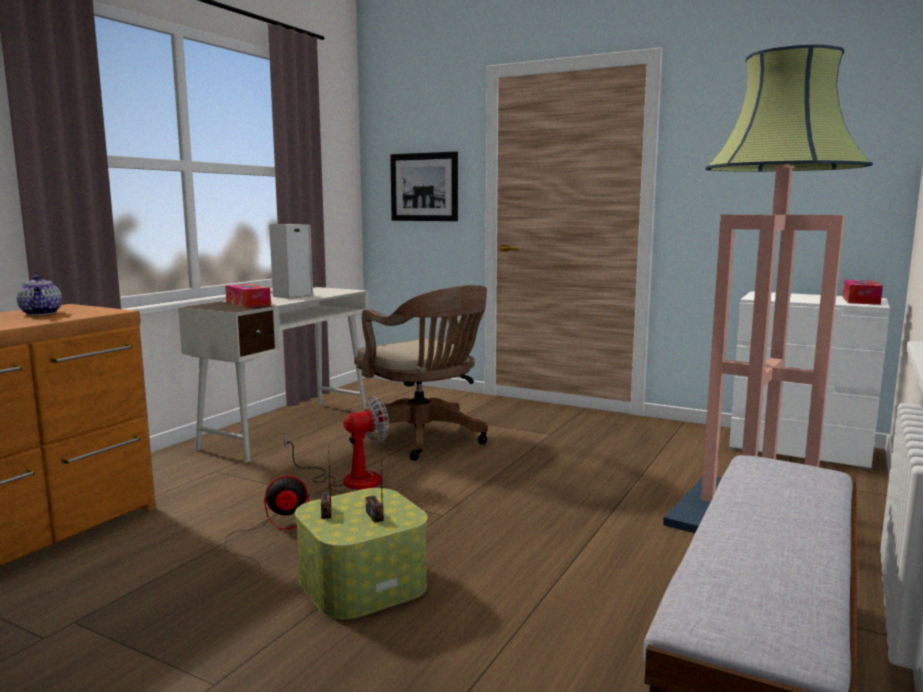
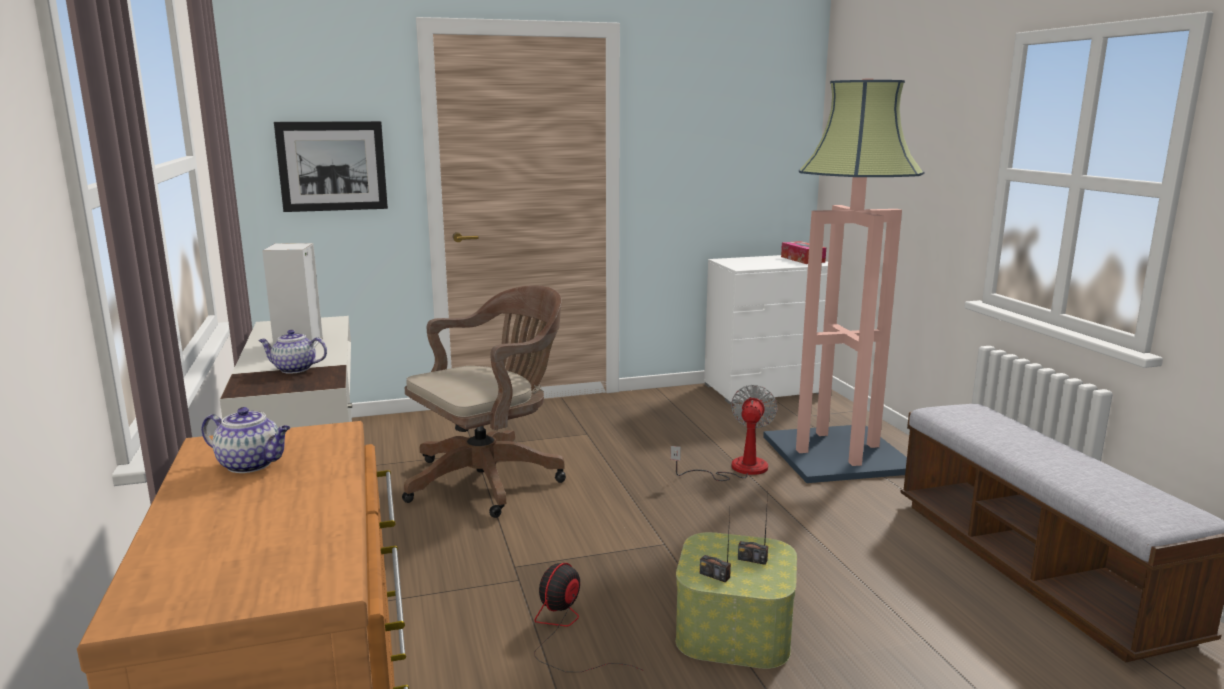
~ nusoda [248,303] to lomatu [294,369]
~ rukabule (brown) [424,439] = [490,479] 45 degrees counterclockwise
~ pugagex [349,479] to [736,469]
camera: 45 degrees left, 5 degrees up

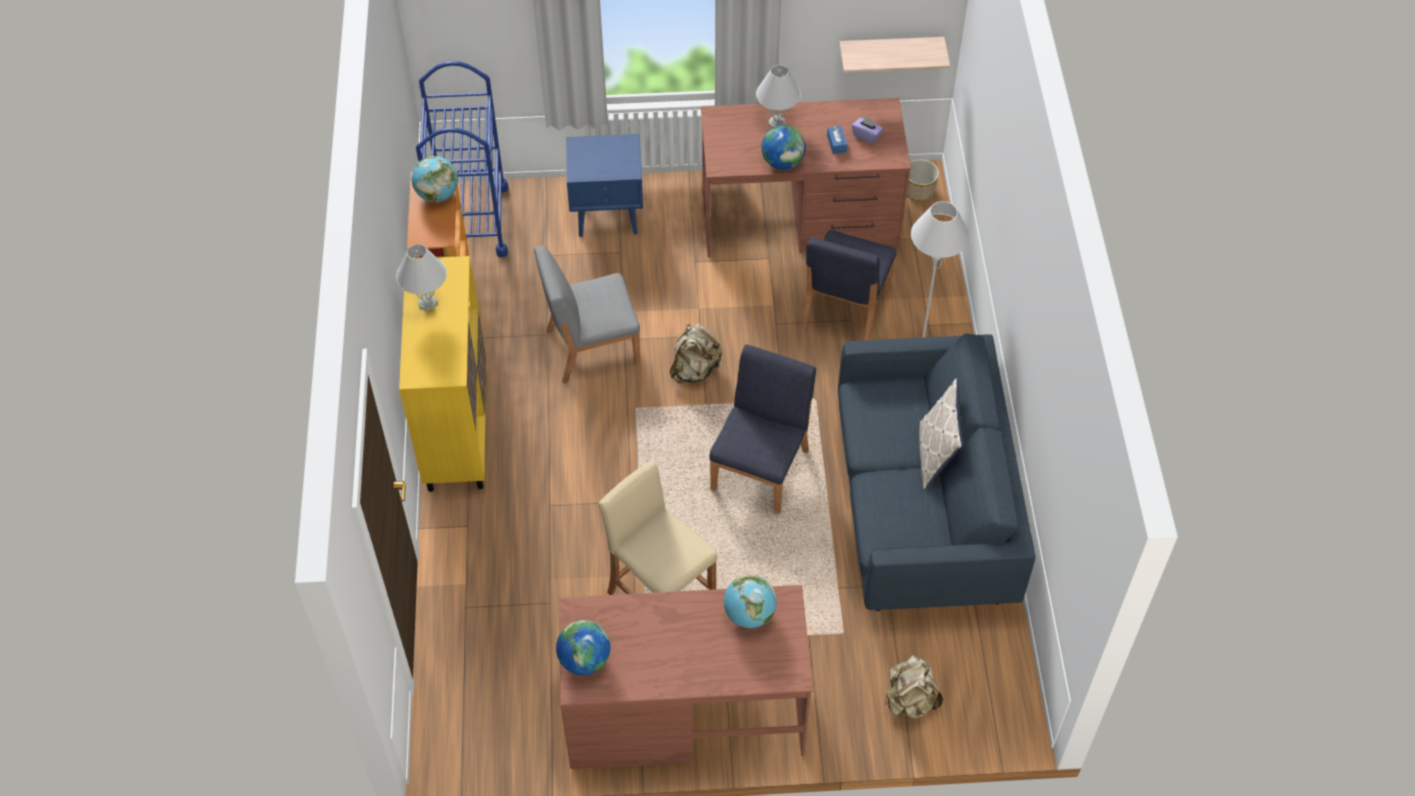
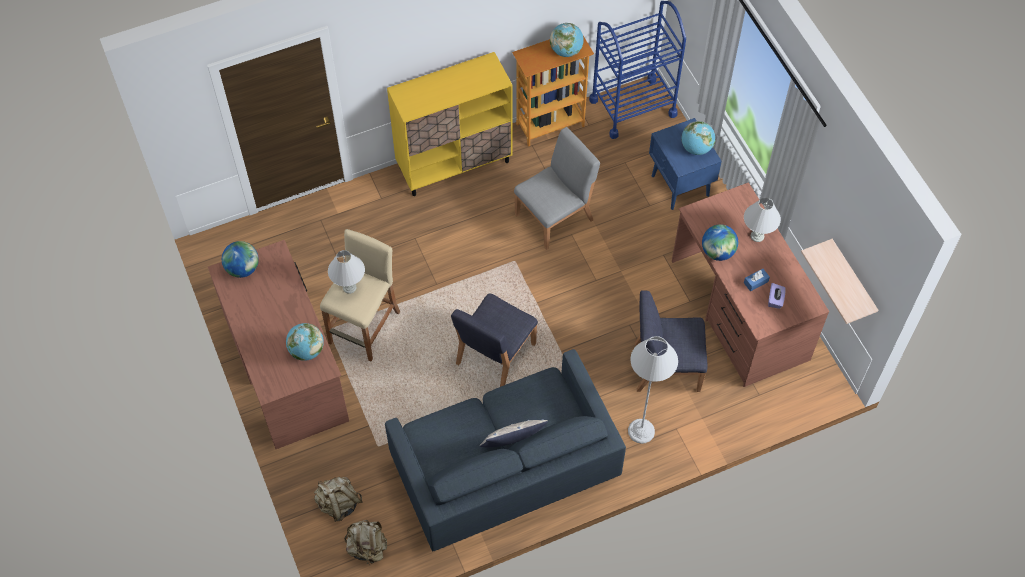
~ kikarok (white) [427,303] to [349,287]
~ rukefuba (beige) [695,369] to [367,548]
~ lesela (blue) [761,469] = [495,354] 120 degrees clockwise
~ lesela (grey) [591,347] = [555,217] 90 degrees clockwise
+ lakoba [696,148]
- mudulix [919,191]
camera: 70 degrees right, 5 degrees up

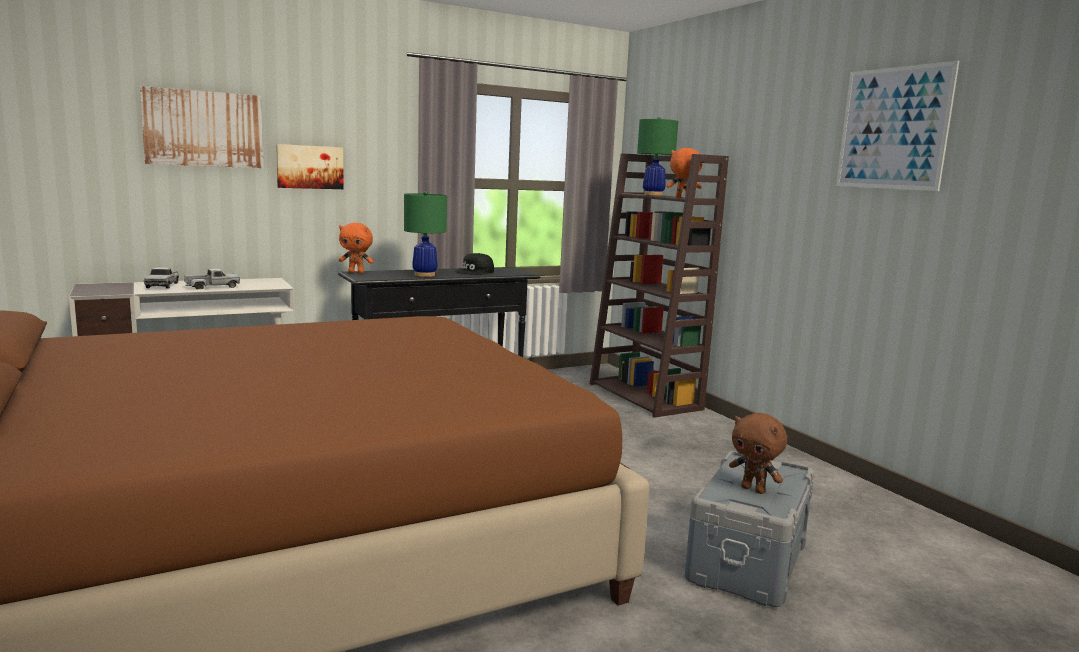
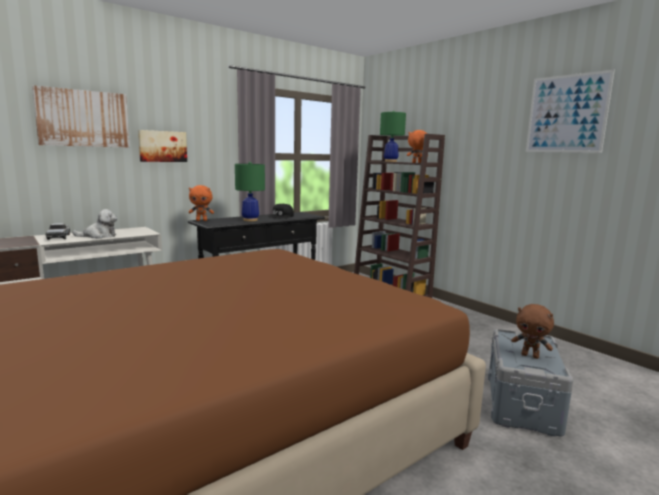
~ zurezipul [212,287] to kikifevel [99,236]
camera: 10 degrees left, 0 degrees up

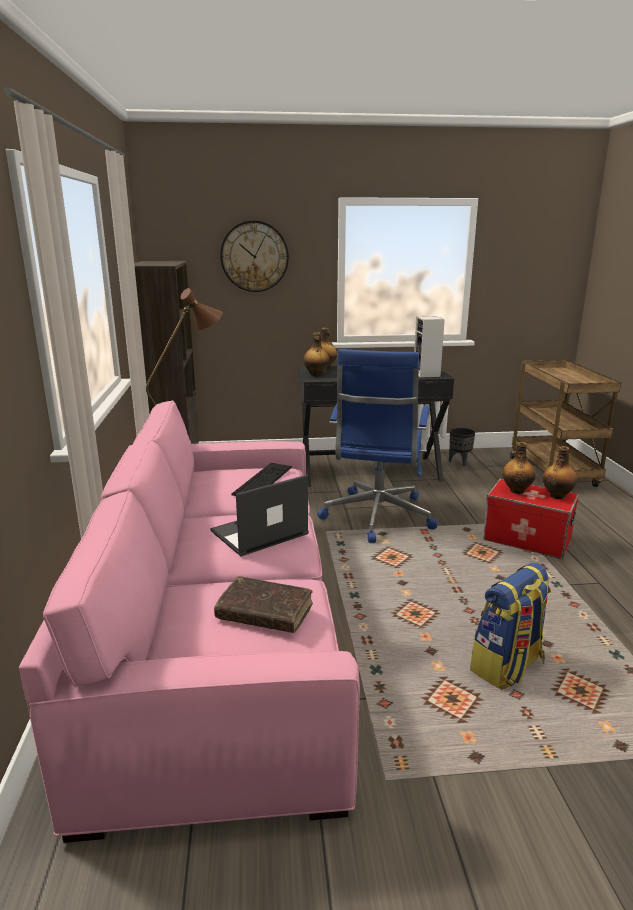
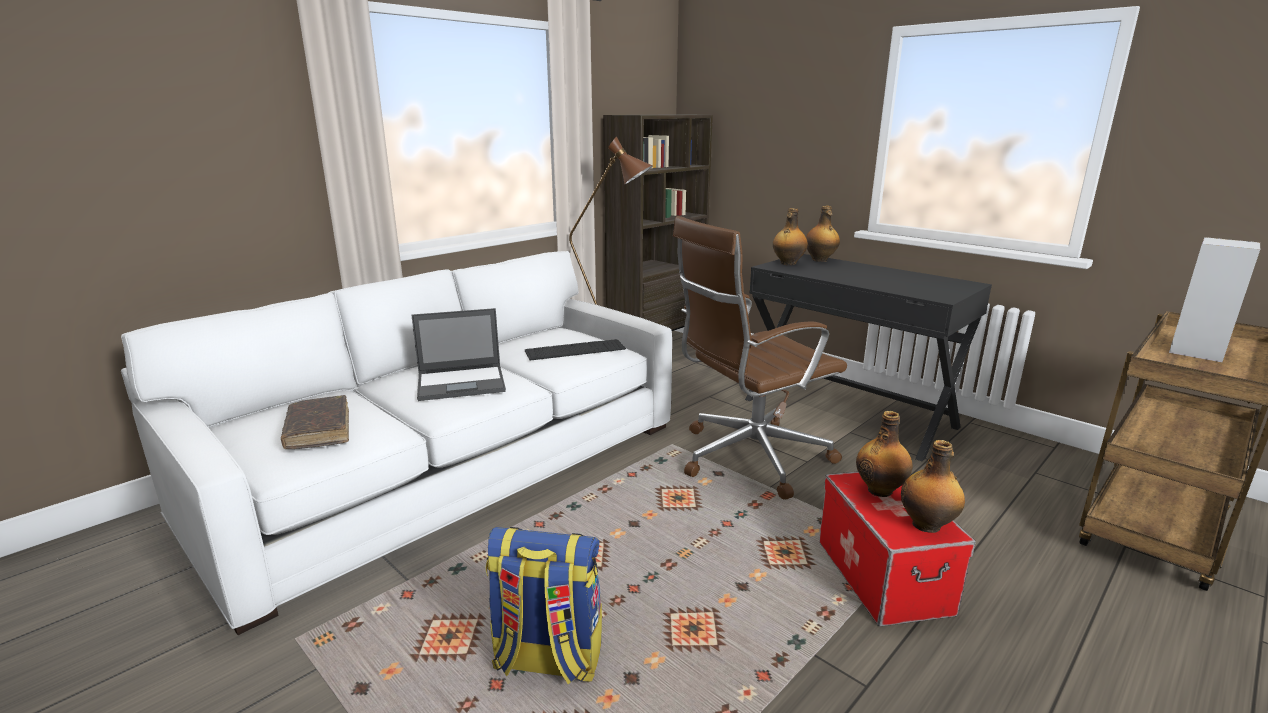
~ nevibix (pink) [224,626] to nevibix (white) [451,468]
~ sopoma [258,533] = [462,383] 150 degrees clockwise
~ rukabule (blue) [377,517] to rukabule (brown) [749,458]
~ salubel [427,374] to [1197,352]
- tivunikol [254,256]
- mudulix (black) [459,462]
camera: 50 degrees right, 0 degrees up

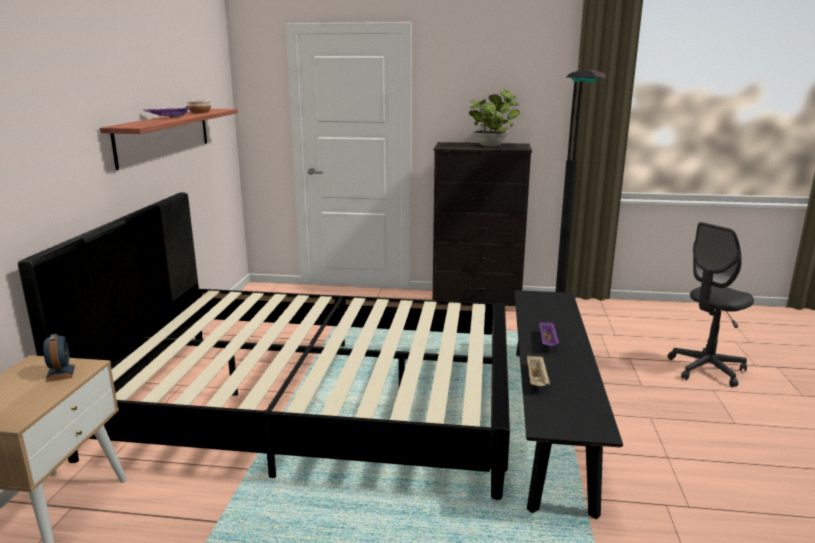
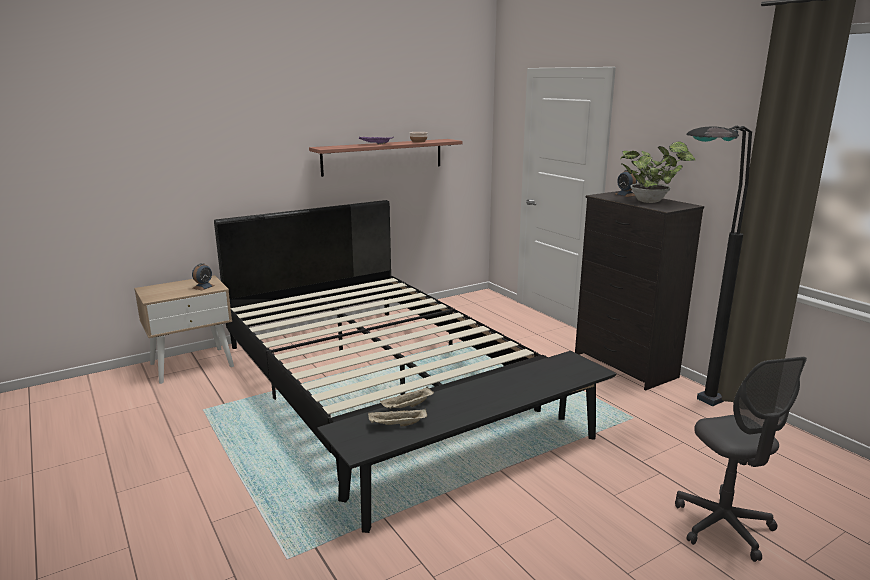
+ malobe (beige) [397,425]
+ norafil [625,194]
~ rukabule (grey) [706,369] = [723,527] 120 degrees counterclockwise
- malobe (purple) [548,342]
camera: 50 degrees right, 0 degrees up

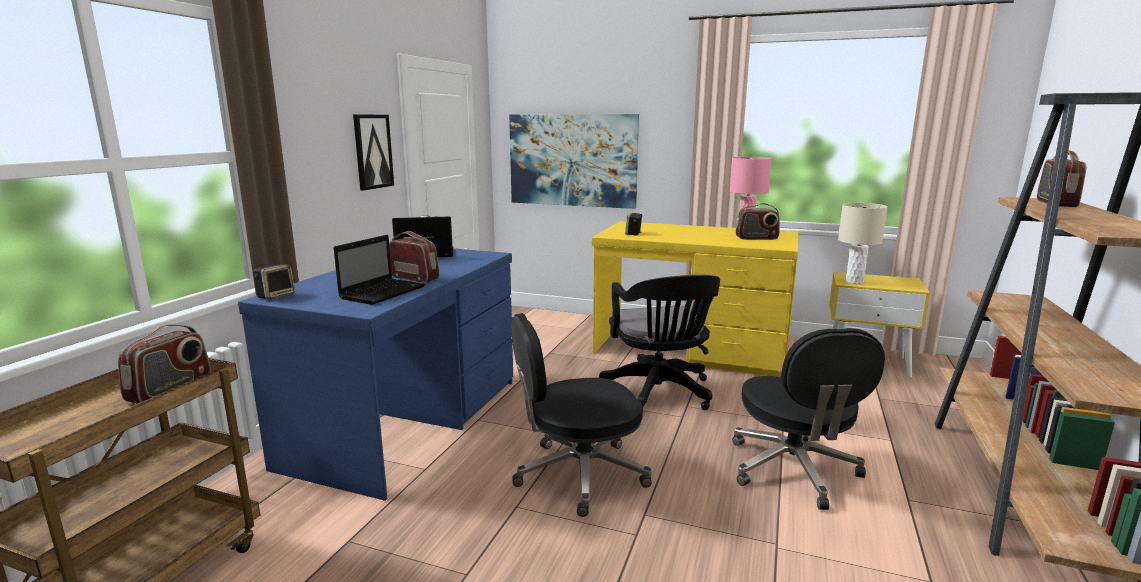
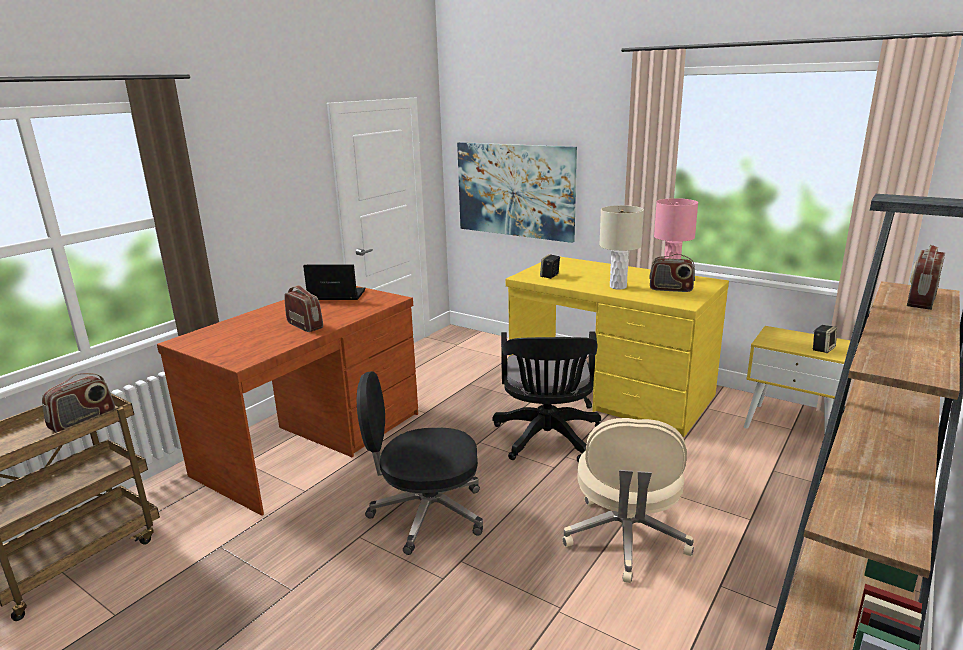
~ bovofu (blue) [408,421] to bovofu (brown) [313,443]
~ rukabule (black) [794,471] to rukabule (beige) [625,538]
~ kikarok (beige) [854,282] to [618,287]
~ salubel [276,296] to [822,349]
- sopoma [383,292]
- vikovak [372,151]
camera: 15 degrees right, 5 degrees up

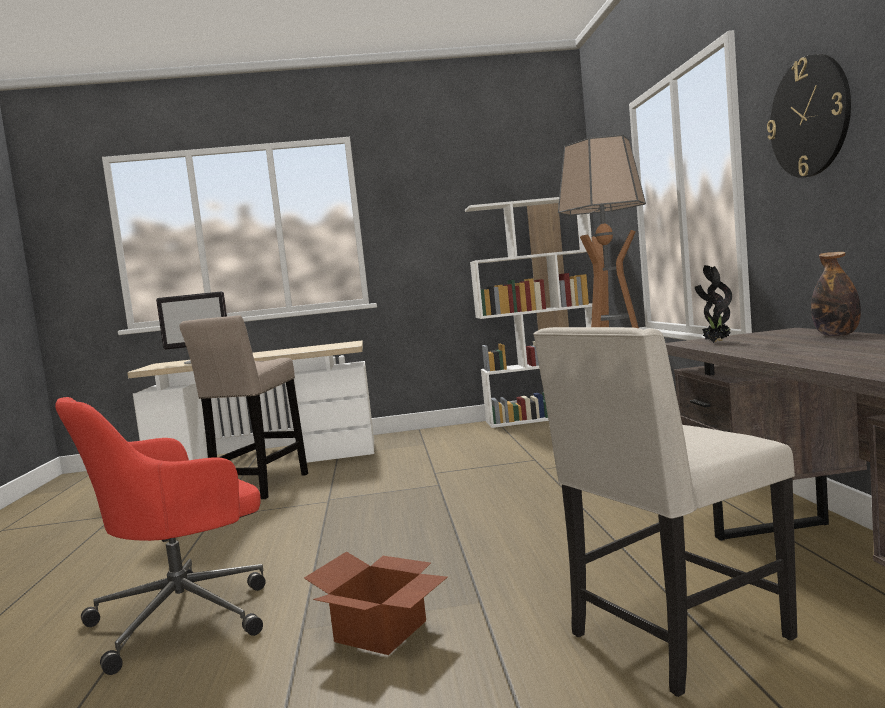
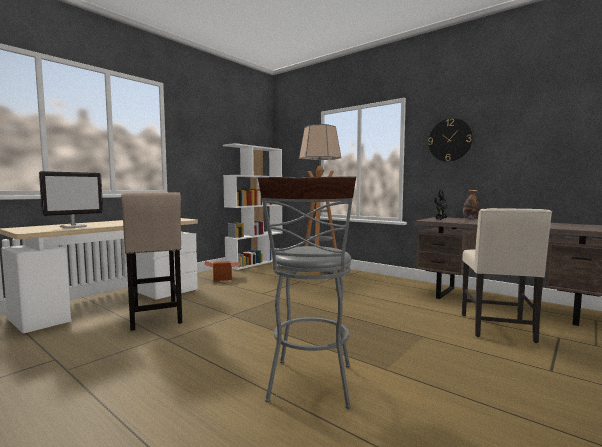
~ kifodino [382,632] to [223,278]
~ rukabule (red) [186,616] to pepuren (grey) [310,387]
camera: 45 degrees left, 0 degrees up

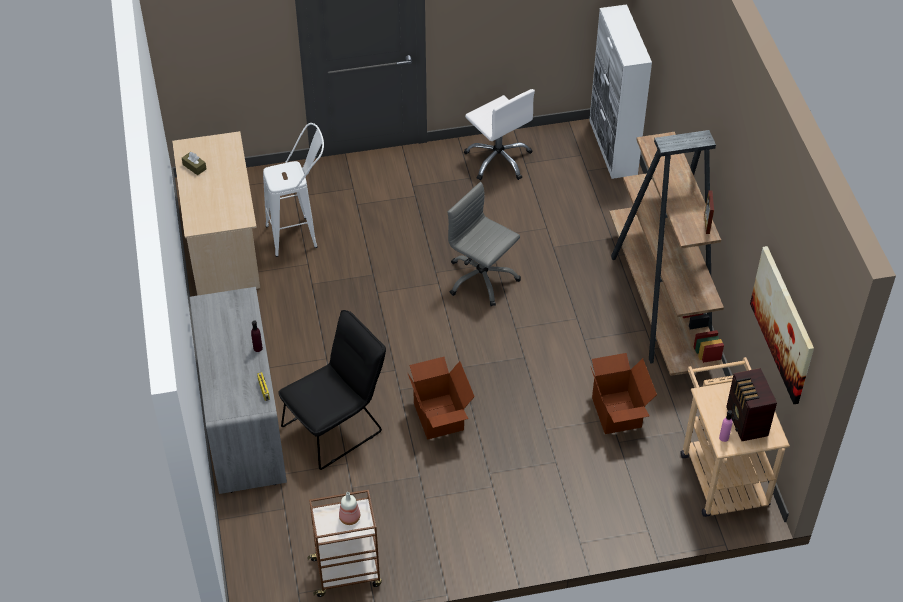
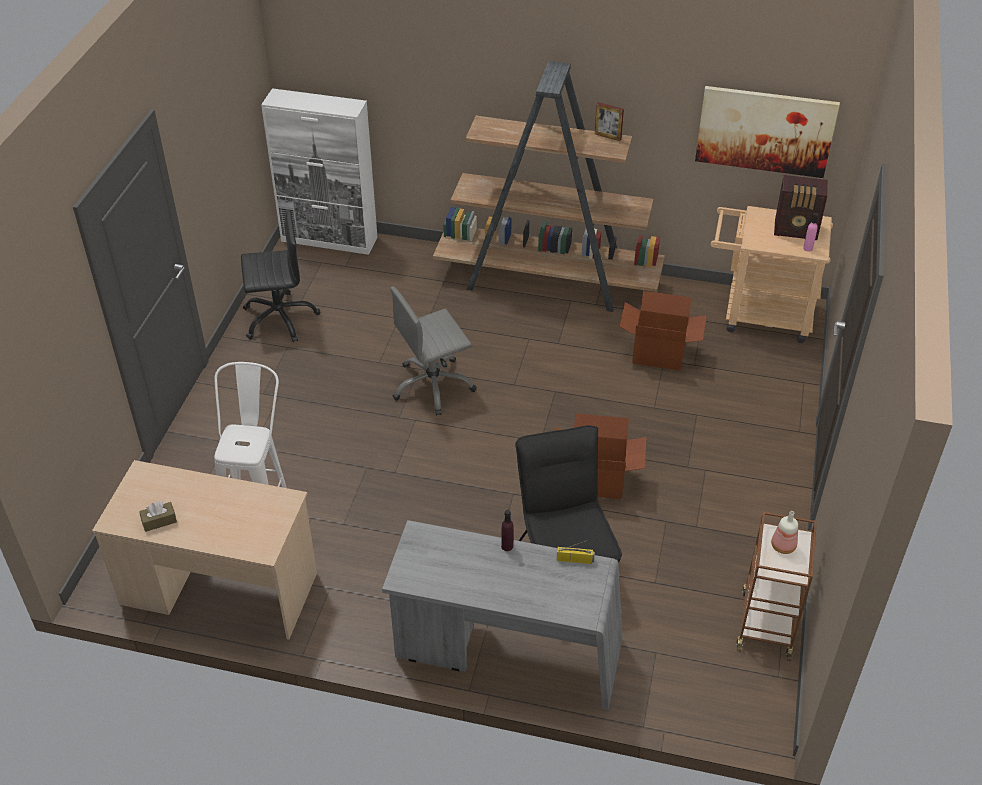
~ rukabule (white) [498,159] to rukabule (black) [279,318]
camera: 65 degrees left, 5 degrees down

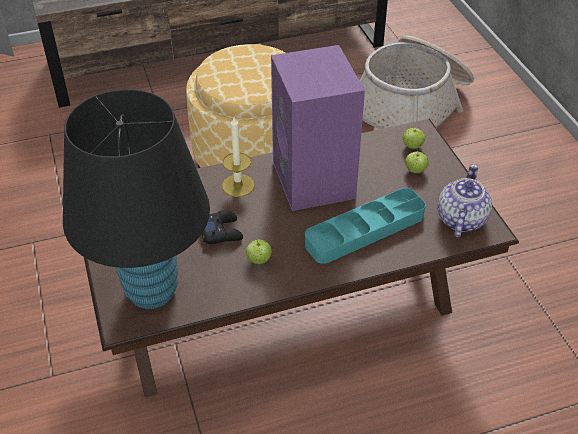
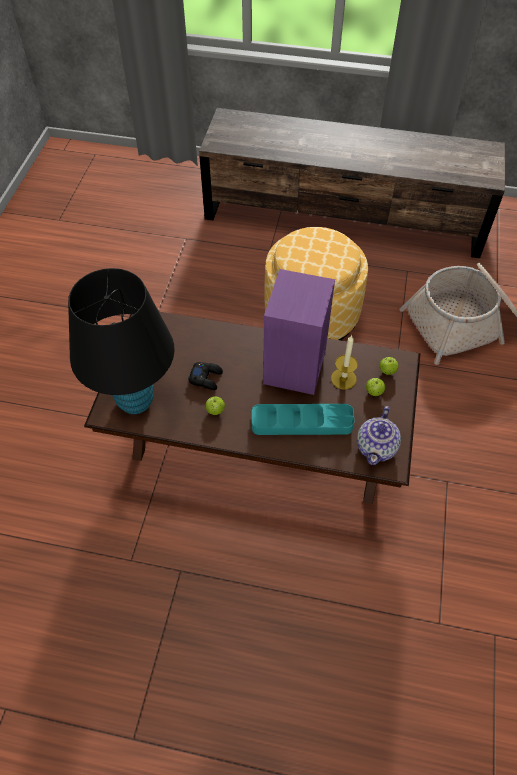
~ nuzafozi [238,185] to [343,378]
~ lomatu [460,220] = [377,447] 150 degrees clockwise
camera: 30 degrees right, 10 degrees up

